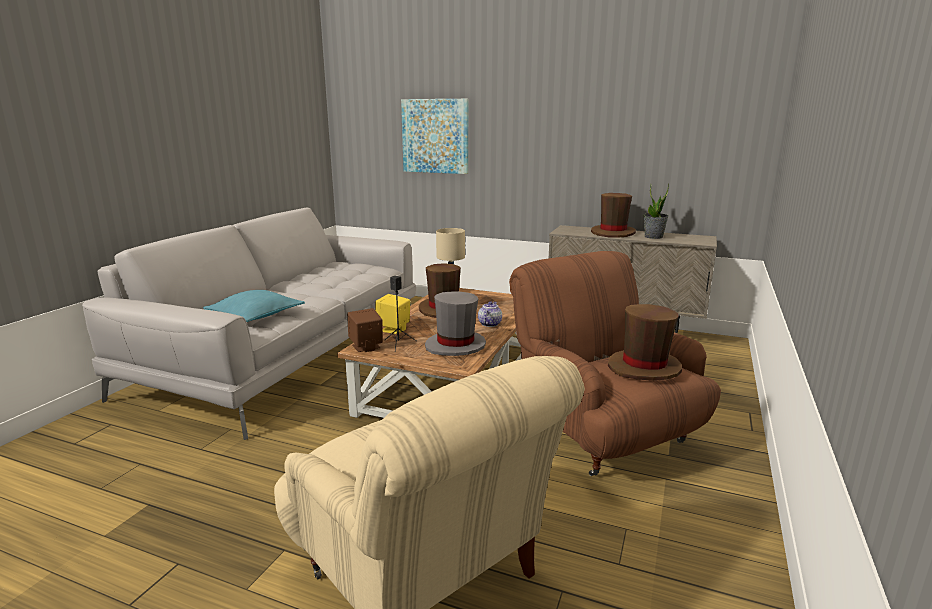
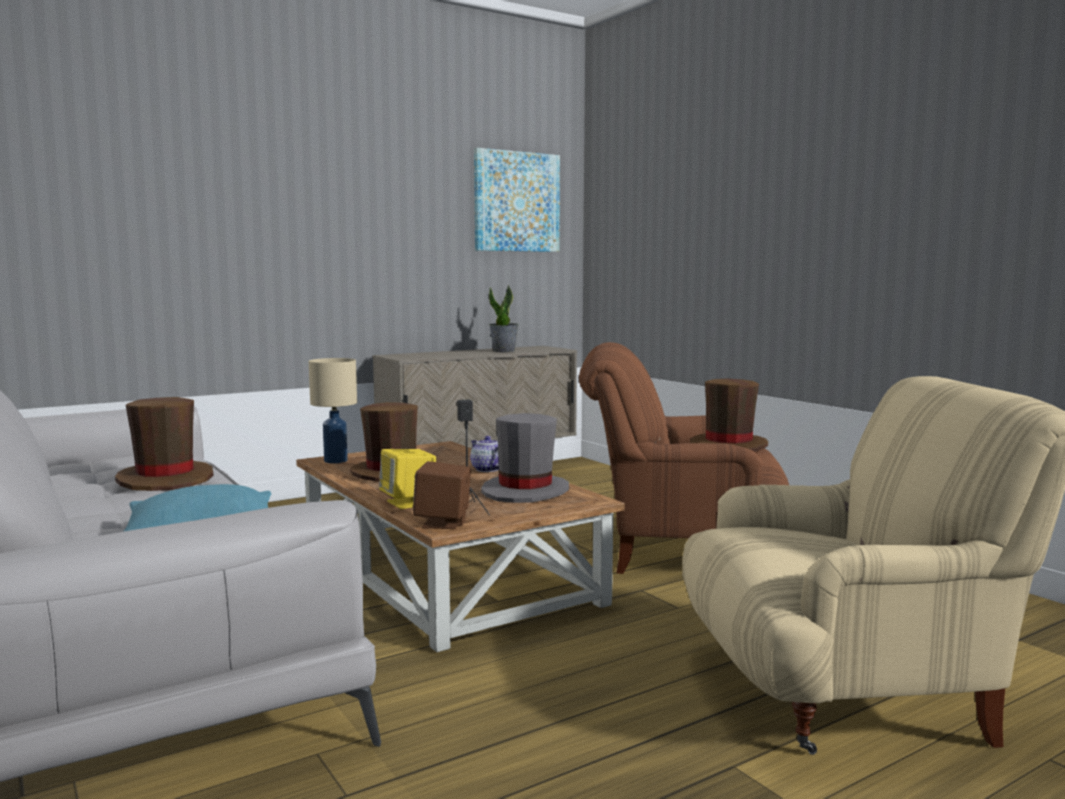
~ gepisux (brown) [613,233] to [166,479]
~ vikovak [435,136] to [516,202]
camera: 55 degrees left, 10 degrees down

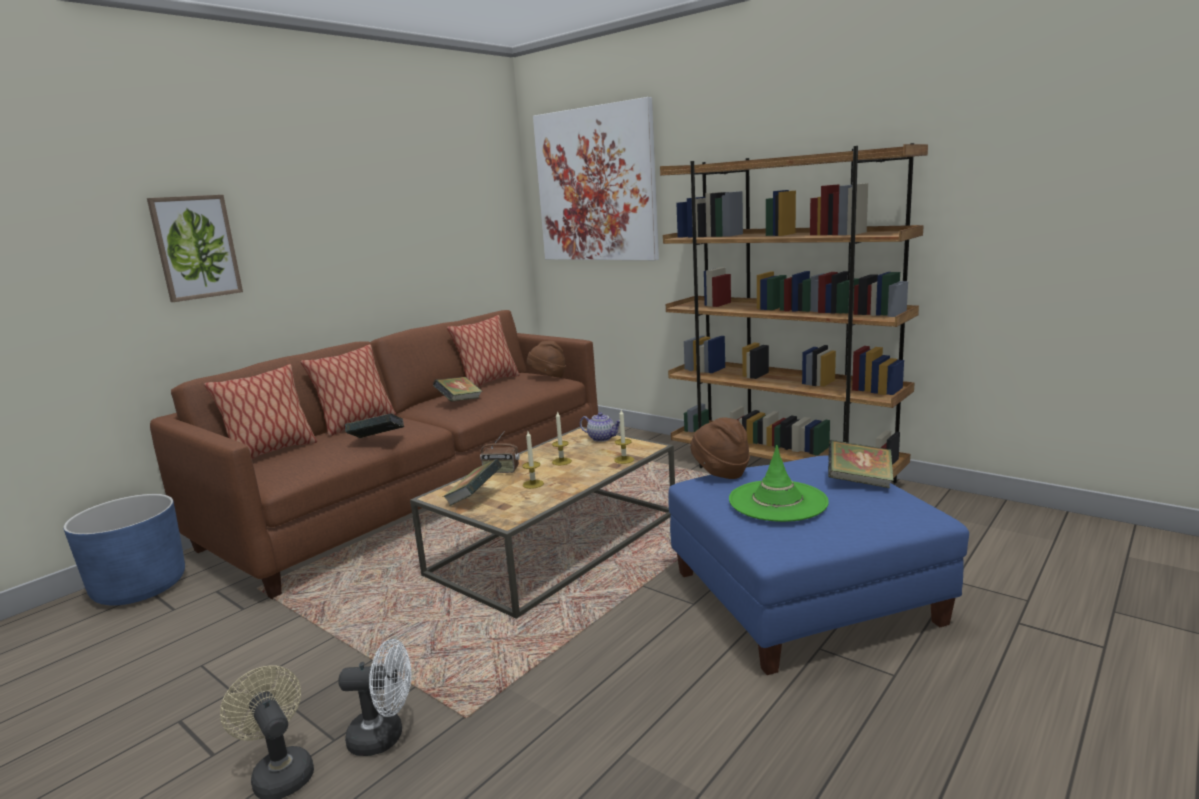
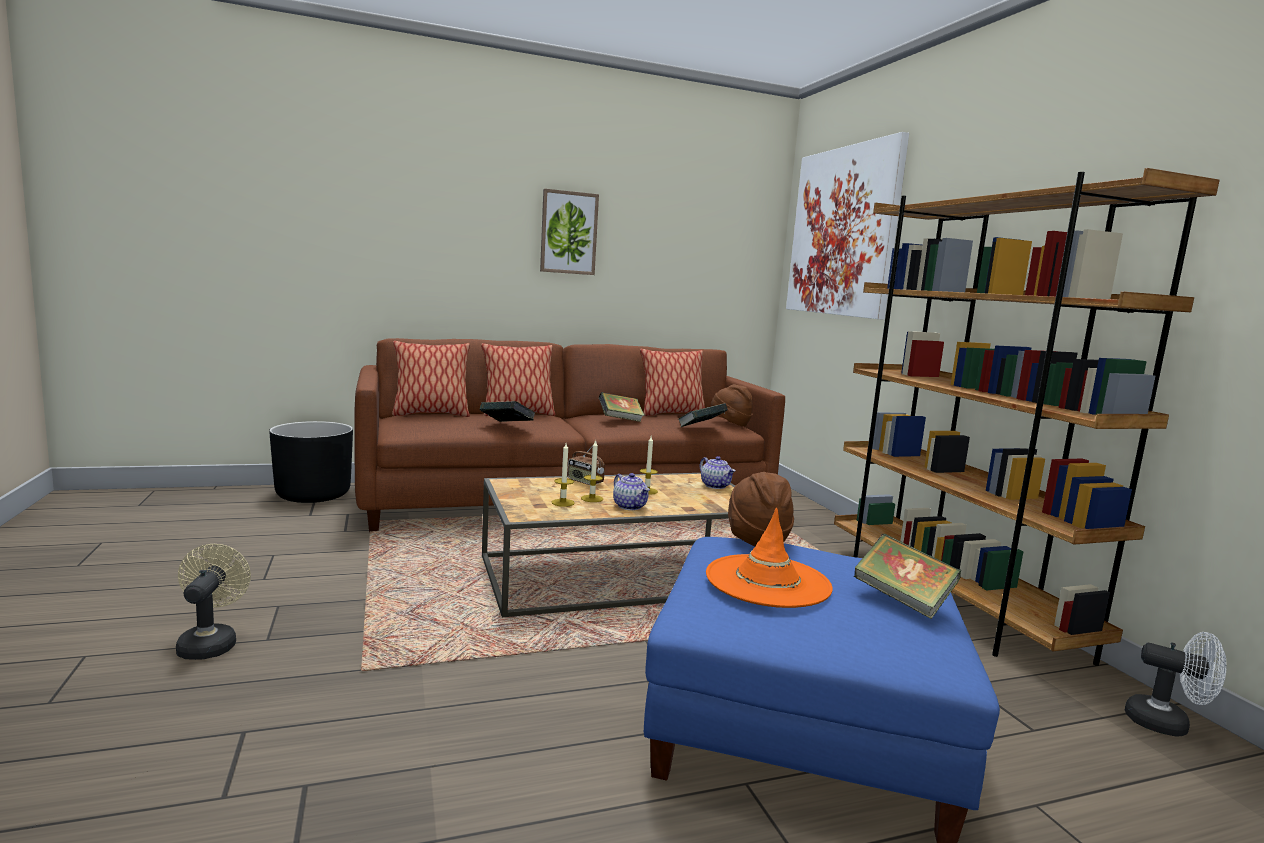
~ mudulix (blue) [140,587] to mudulix (black) [313,495]
~ vikovak [196,247] to [568,233]
~ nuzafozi [624,460] to [563,502]
+ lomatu [630,506]
~ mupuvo [474,498] to [701,428]
~ gepisux (green) [777,501] to gepisux (orange) [767,581]
~ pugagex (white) [385,736] to [1167,724]
camera: 30 degrees right, 5 degrees down

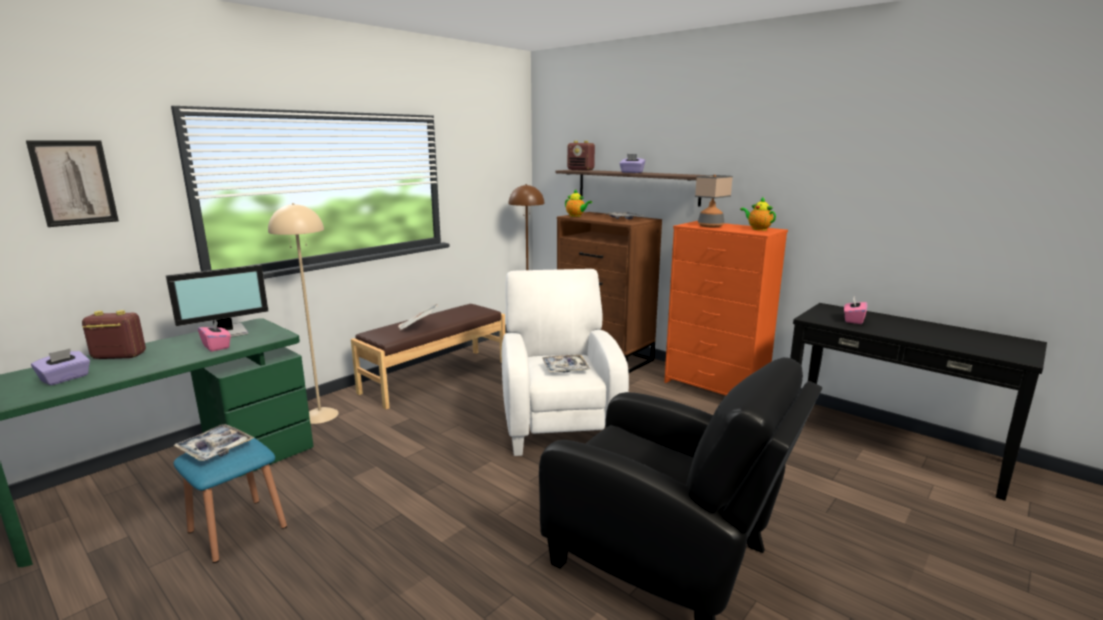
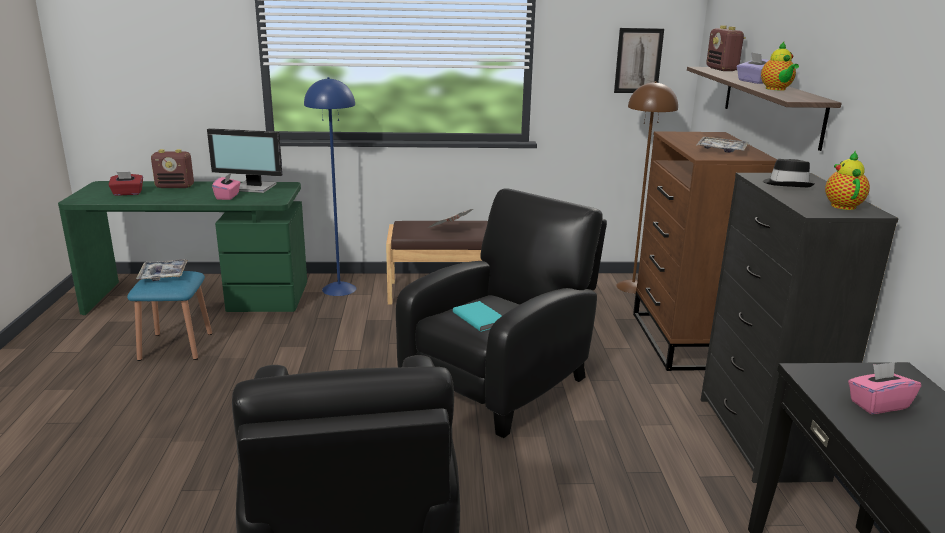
~ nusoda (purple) [65,378] to nusoda (red) [127,193]
~ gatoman [118,356] = [175,186] 135 degrees clockwise
~ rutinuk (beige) [320,415] to rutinuk (blue) [339,289]
~ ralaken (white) [559,421] to ralaken (black) [502,382]
~ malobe [565,368] to mupuvo (turquoise) [480,318]
~ vikovak [74,183] to [638,61]
~ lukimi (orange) [716,387] to lukimi (black) [761,438]
~ lomatu [576,216] to [776,89]
~ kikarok [710,226] to gepisux (black) [787,184]
camera: 45 degrees right, 5 degrees up

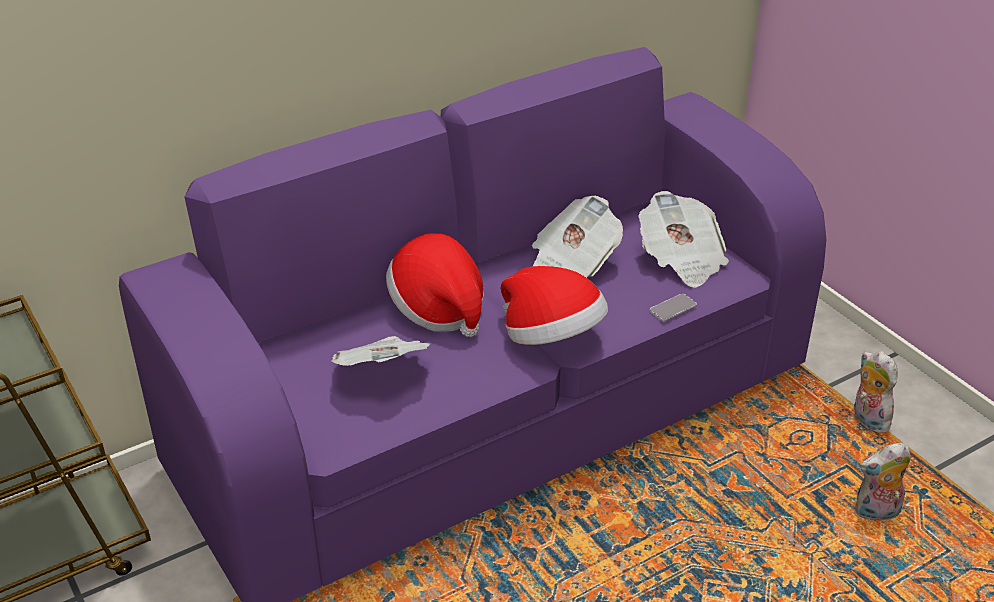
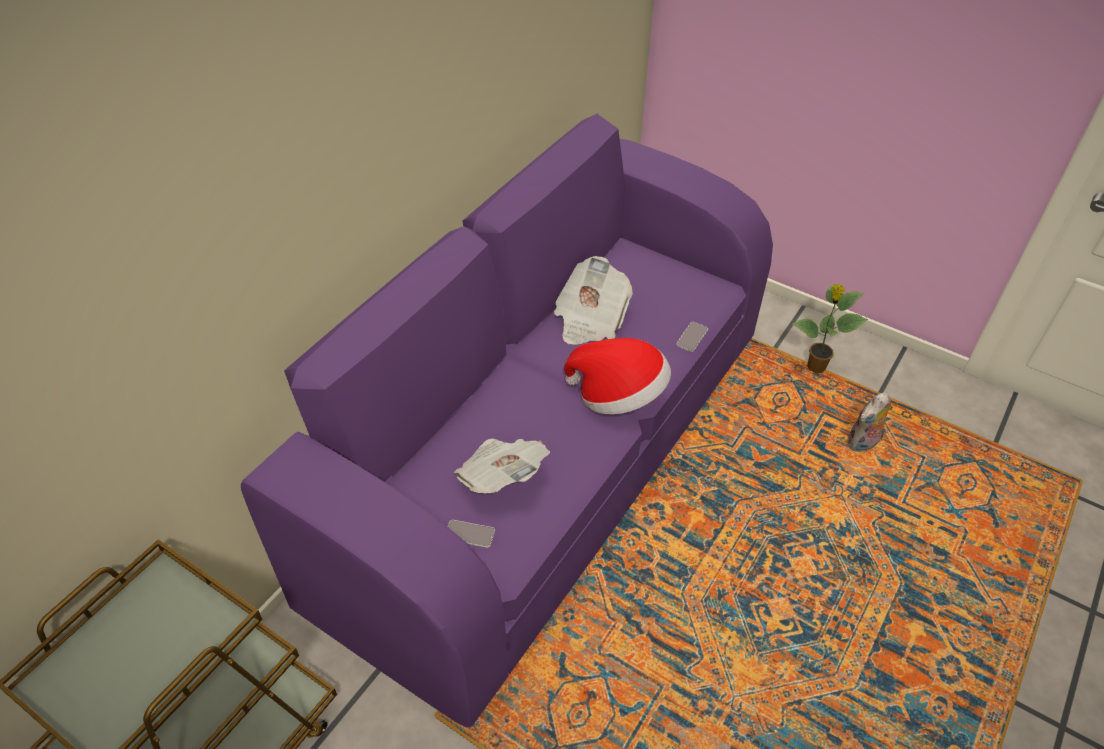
+ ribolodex [469,534]
~ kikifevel [867,419] to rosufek [815,368]
- gepisux [438,308]
- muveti [681,260]
camera: 25 degrees left, 10 degrees up

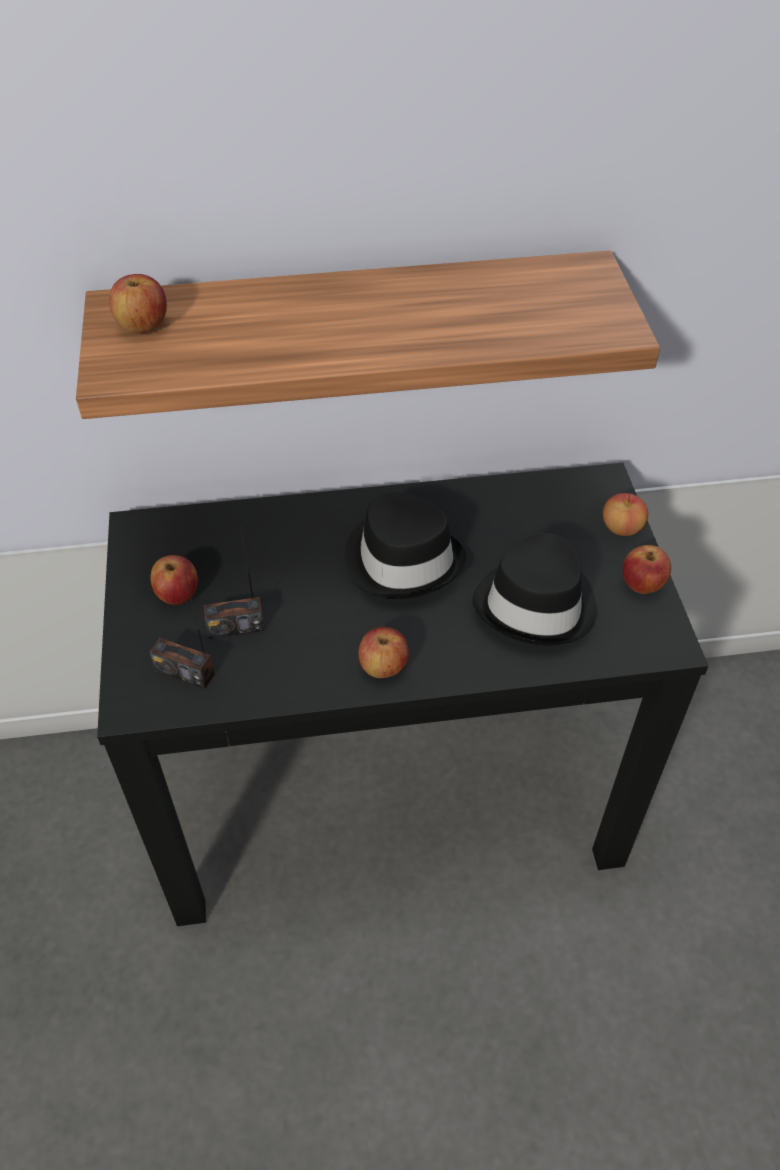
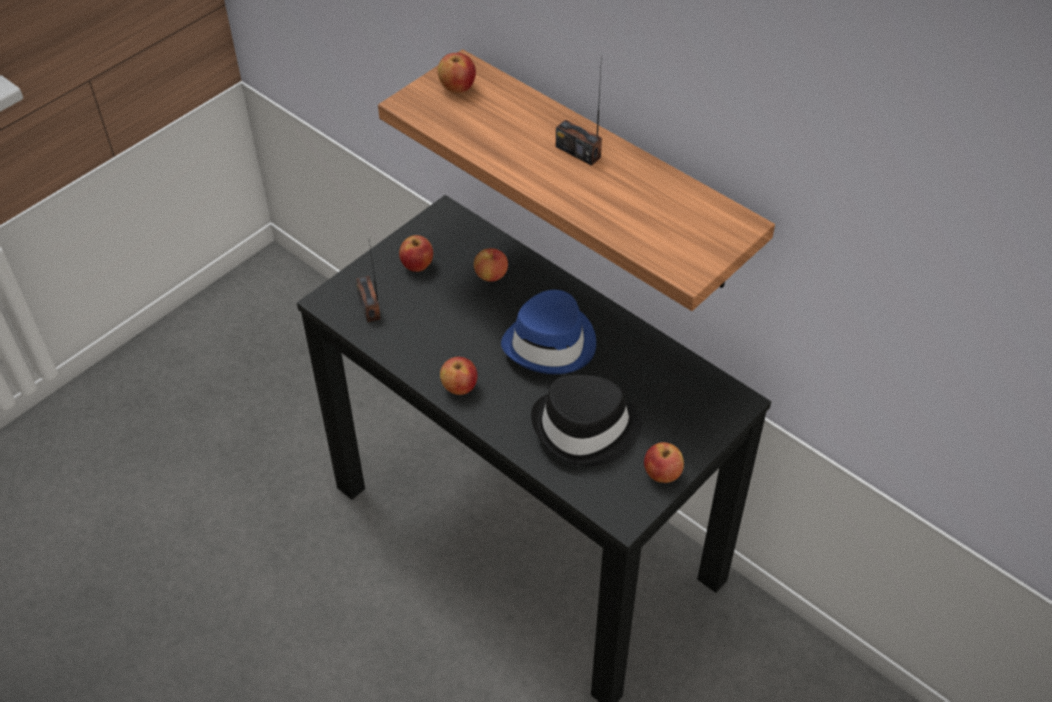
~ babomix [621,528] to [491,275]
~ gepisux (black) [403,559] to gepisux (blue) [551,343]
~ gatoman [236,627] to [578,152]
camera: 50 degrees right, 0 degrees up

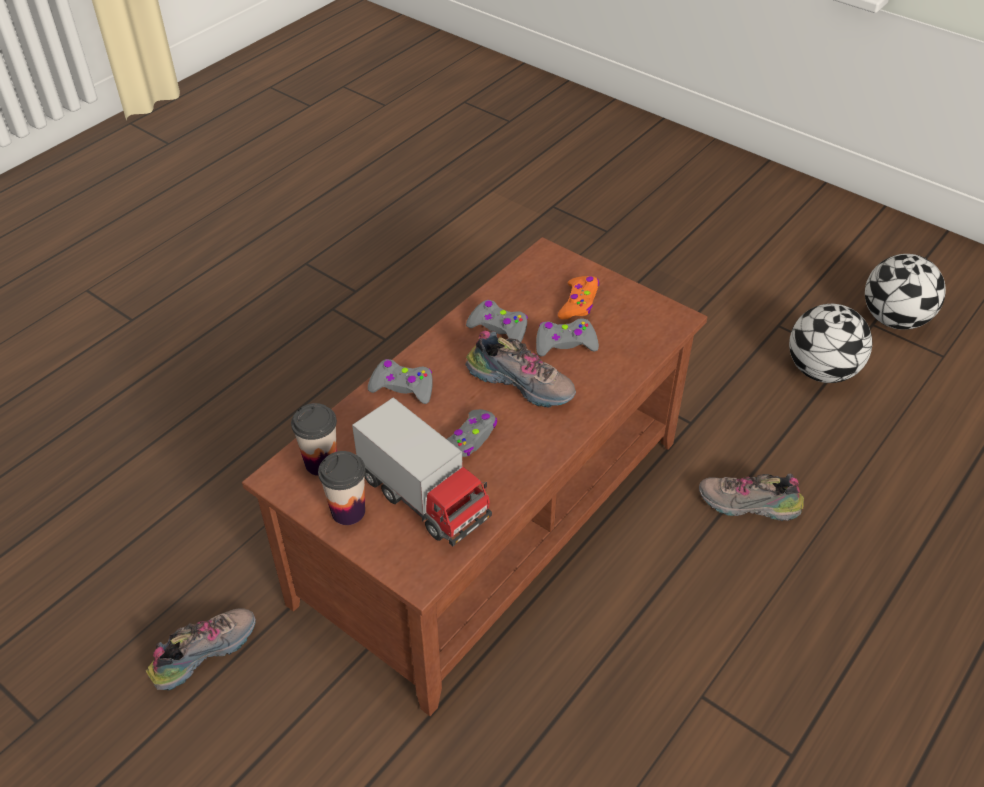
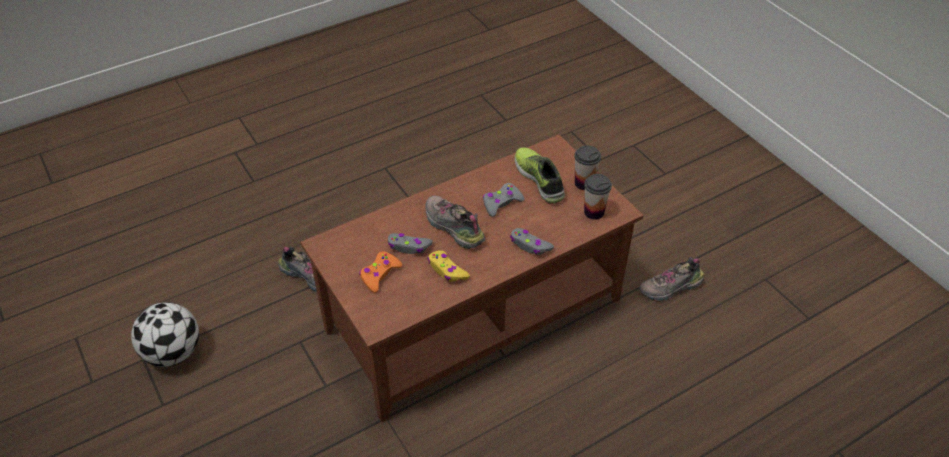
~ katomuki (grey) [499,328] to katomuki (yellow) [447,270]
~ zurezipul [424,498] to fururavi [540,179]
- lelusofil [893,319]
camera: 160 degrees left, 0 degrees up

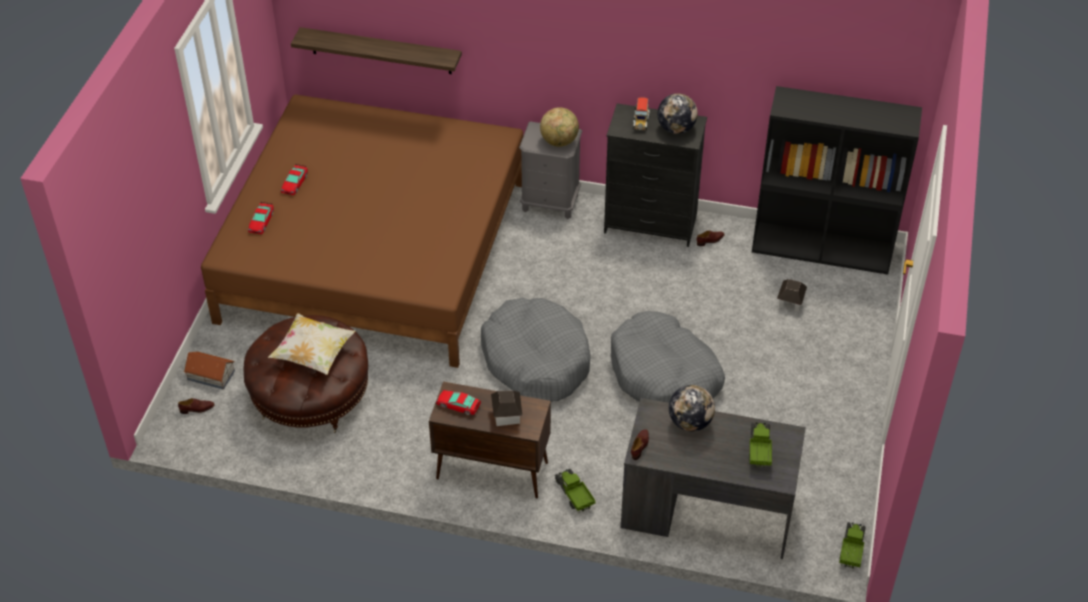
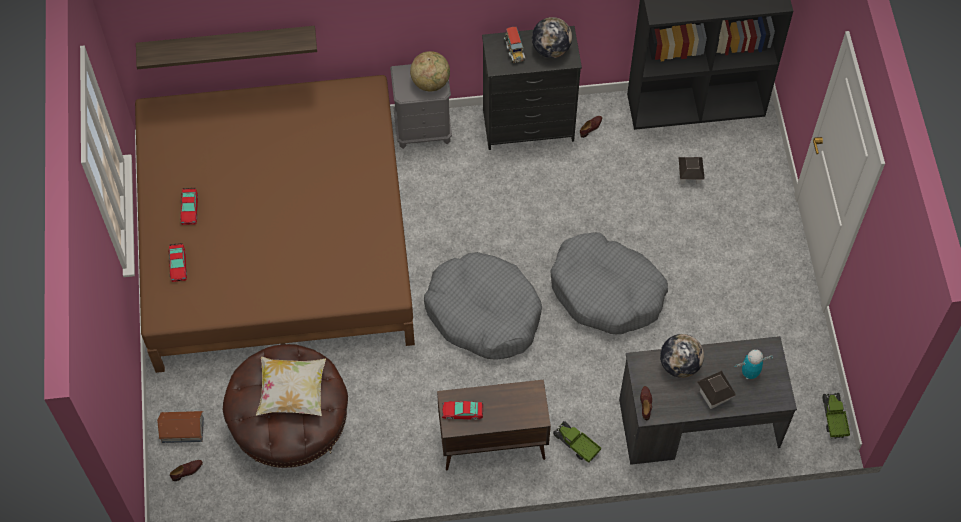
~ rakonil [507,415] to [714,395]
~ zurezipul [759,450] to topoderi [749,373]
camera: 20 degrees left, 15 degrees up

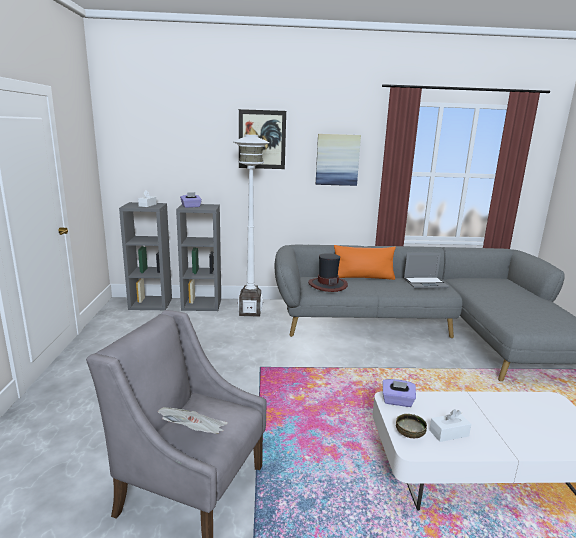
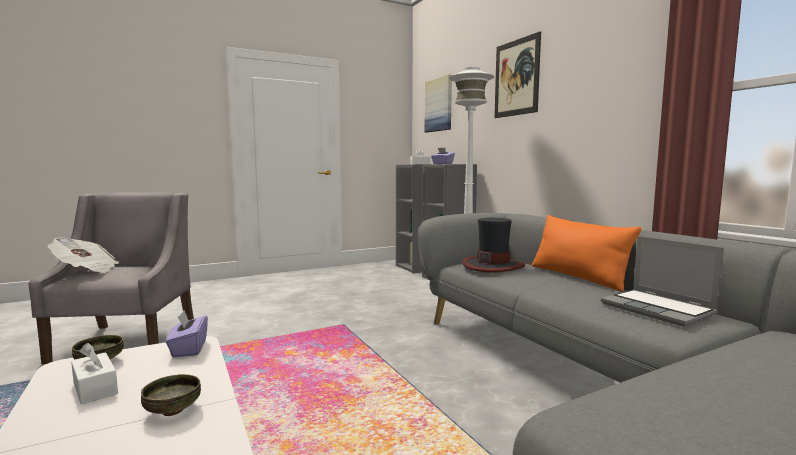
+ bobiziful [172,411]
~ vikovak [337,160] to [438,105]
camera: 65 degrees right, 10 degrees down

